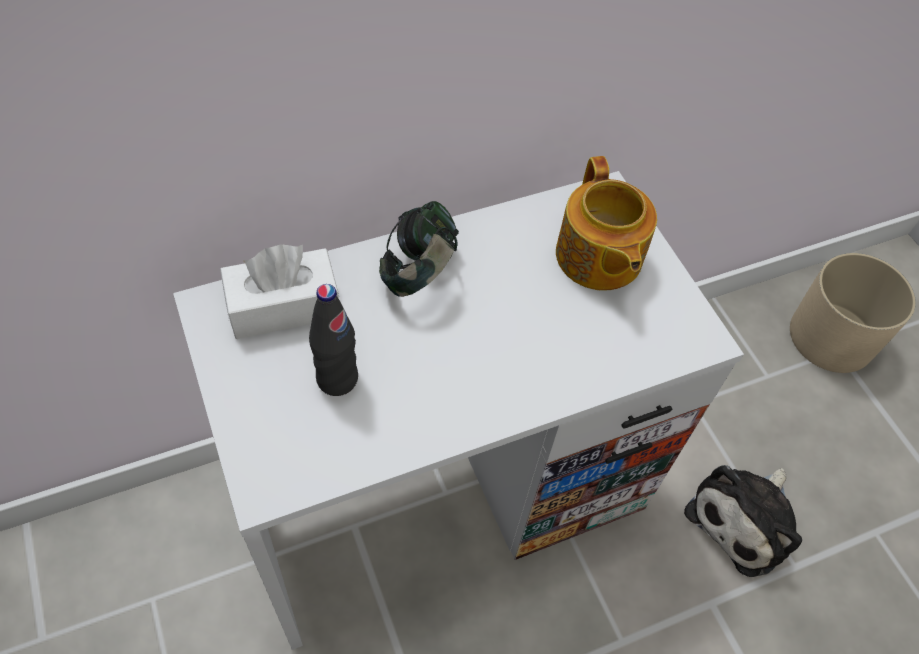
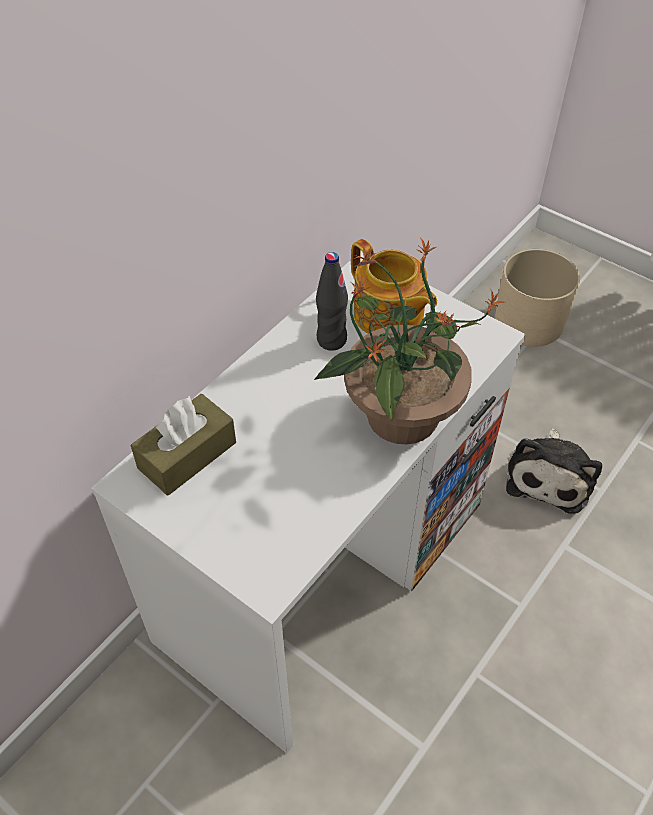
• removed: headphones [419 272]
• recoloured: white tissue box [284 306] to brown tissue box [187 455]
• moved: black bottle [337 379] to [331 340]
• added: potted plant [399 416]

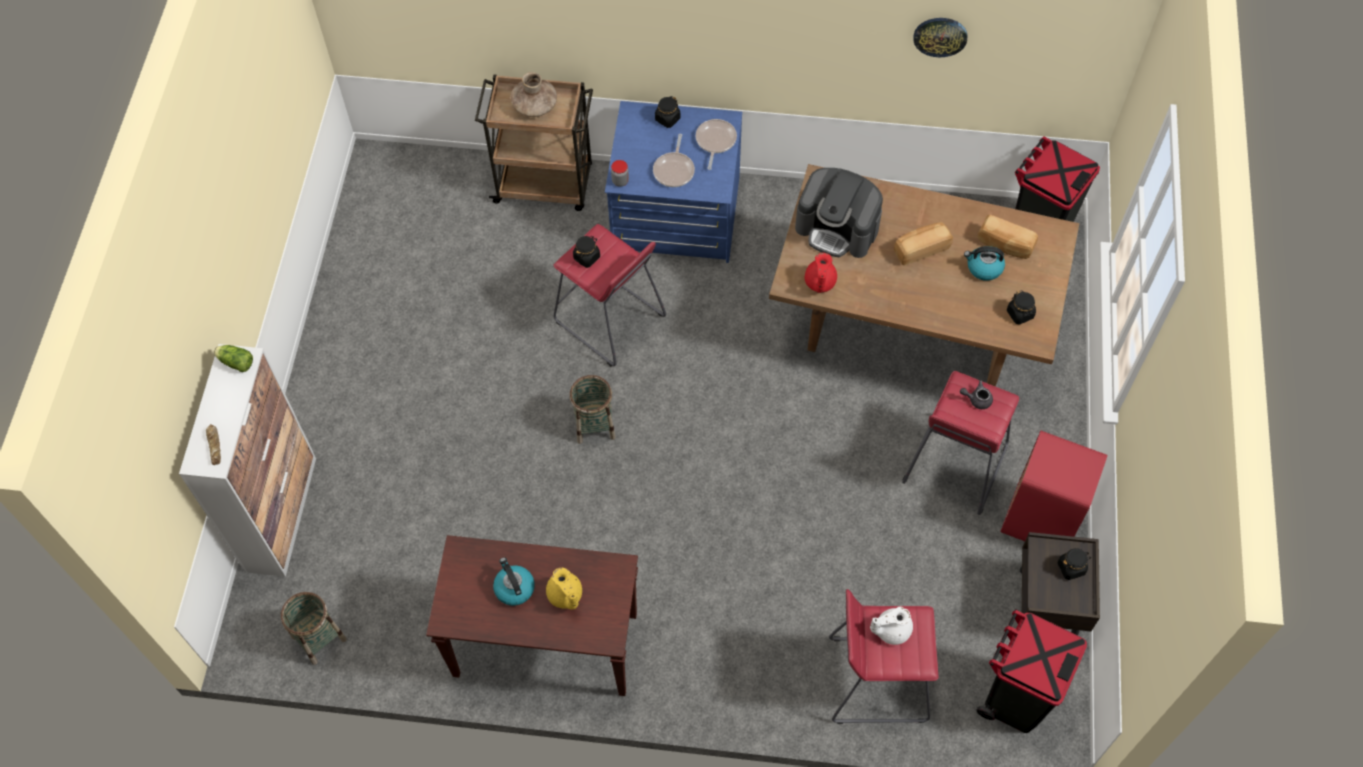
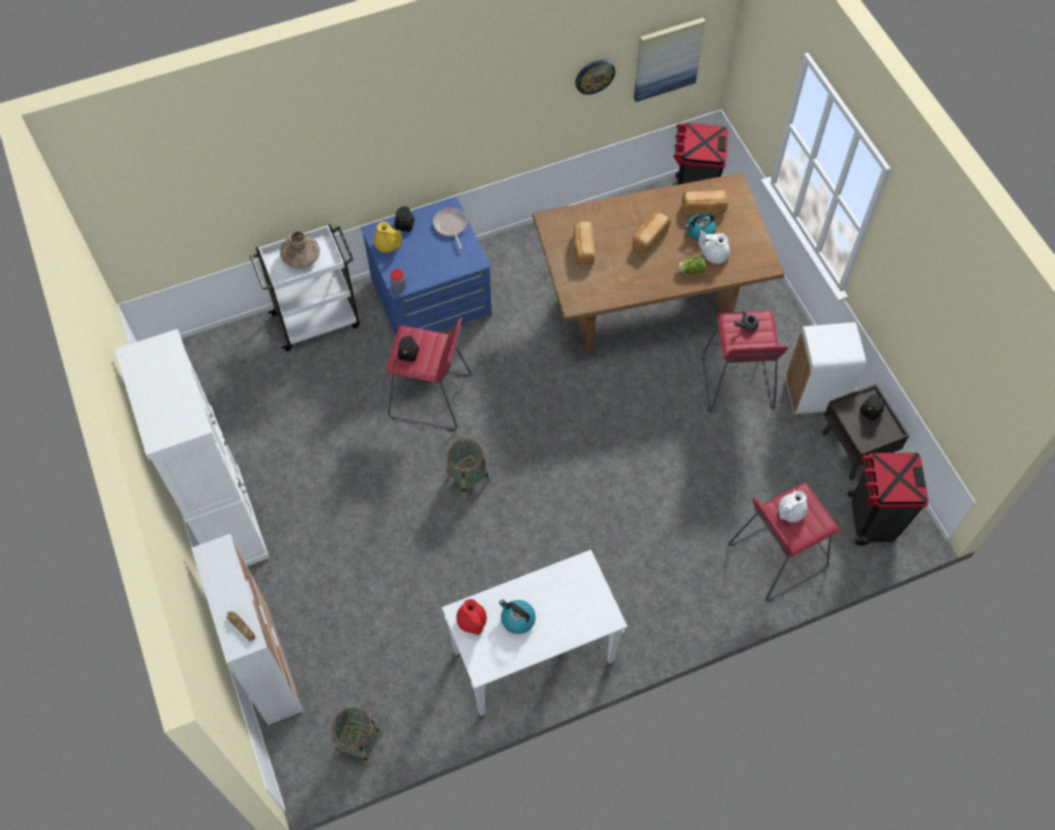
• recoloured: brown cart [545 184] to white cart [318 319]
• removed: frying pan [674 170]
• replaced: coffee machine [837 228] to bread [583 249]
• moved: red teapot [819 283] to [472 622]
• removed: black jar [1020 314]
• moved: lettuce [235 362] to [690 270]
• recoloured: red trash can [1040 521] to white trash can [814 394]
• recoloured: brown console table [544 646] to white console table [532 657]
• moved: yellow teapot [565 596] to [388 245]
• added: picture [667 58]
• added: white teapot [714 254]
• added: white cabinet [228 521]

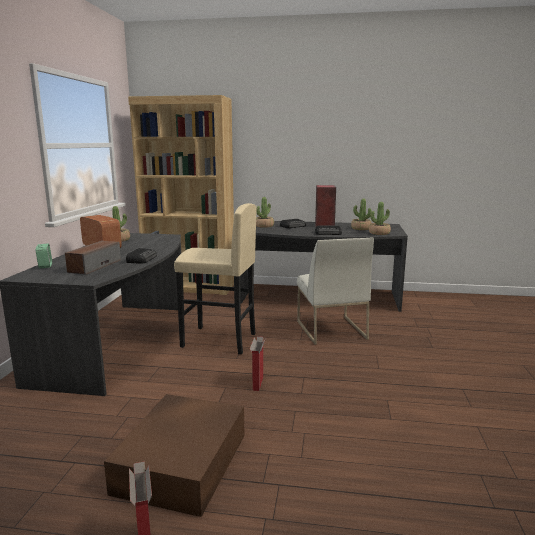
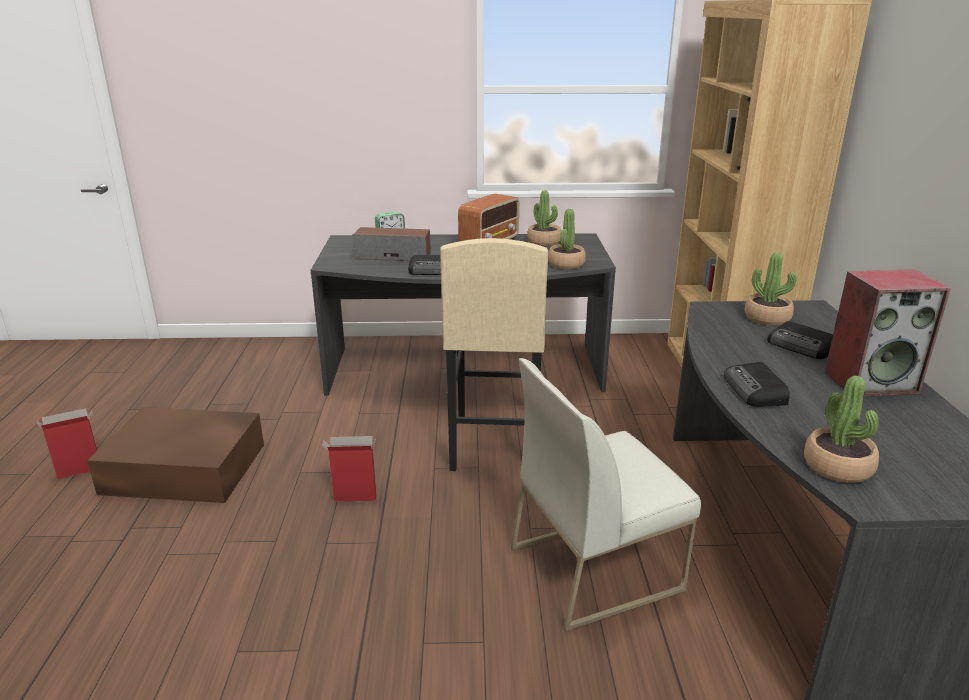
• moved: potted plant [361 228] to [566 264]

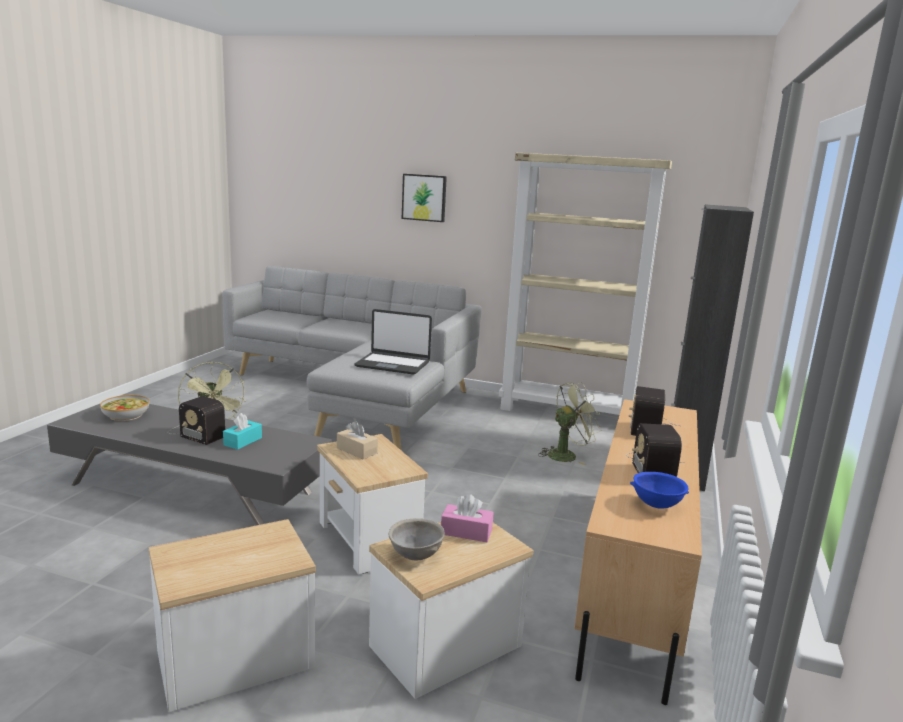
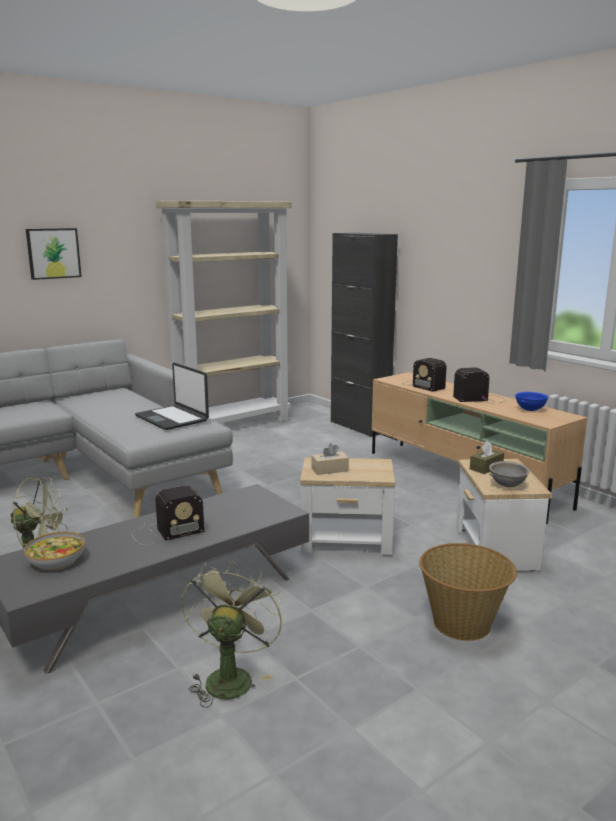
• turned: laptop [393 364] = [172 418] 90 degrees clockwise
• moved: green fan [567 455] to [230 676]
• removed: turquoise tissue box [243 441]
• turned: radio [652 466] = [481 399] 135 degrees clockwise
• recoloured: pink tissue box [466 532] to brown tissue box [486 467]
• replaced: side table [235 659] to basket [463 623]

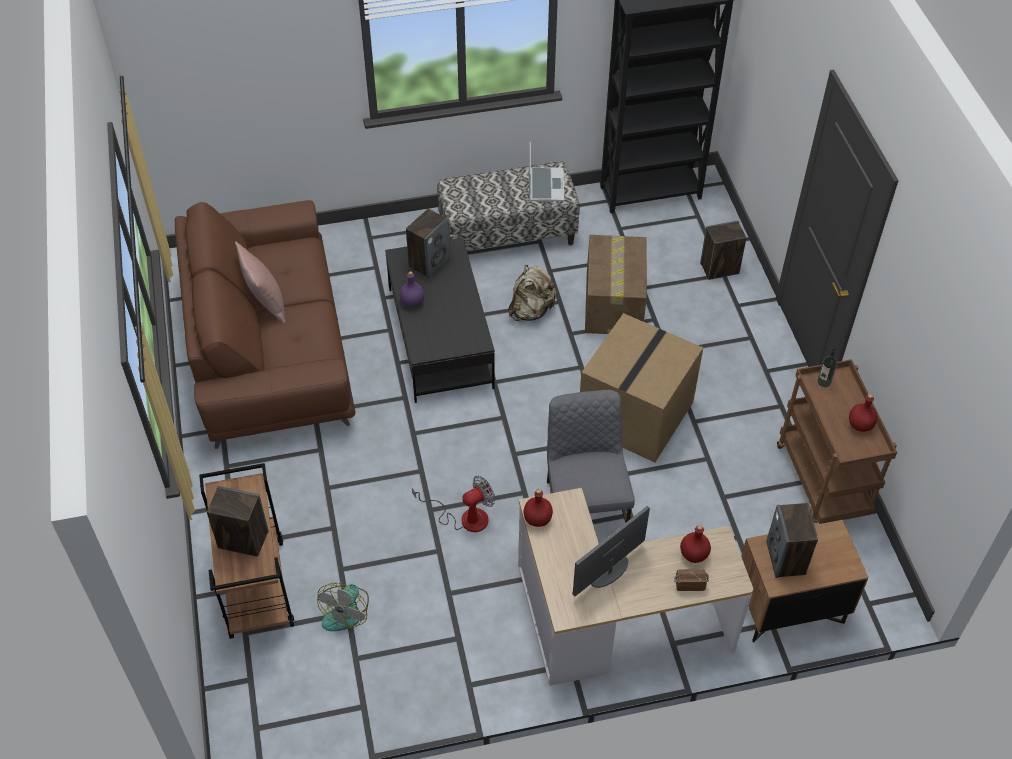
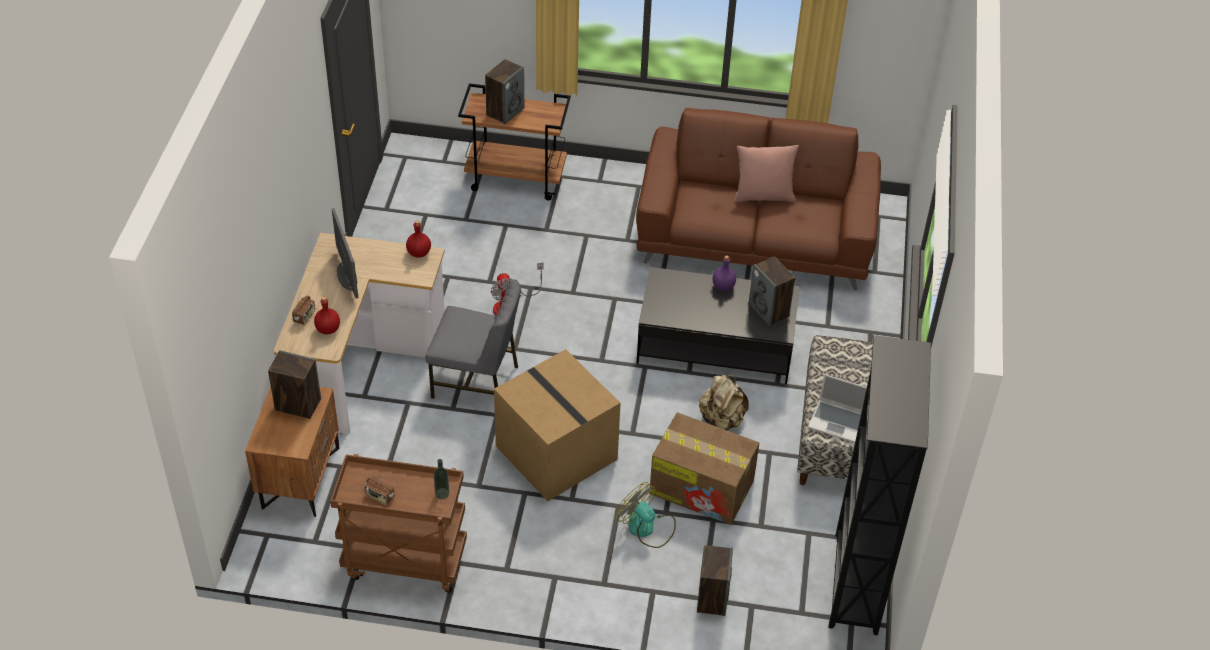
• replaced: red bottle [859 425] to radio [379 497]
• moved: fan [346 610] to [646 528]

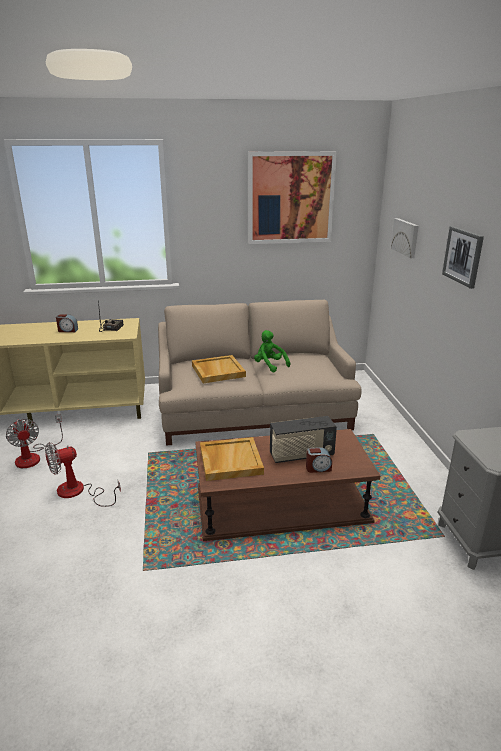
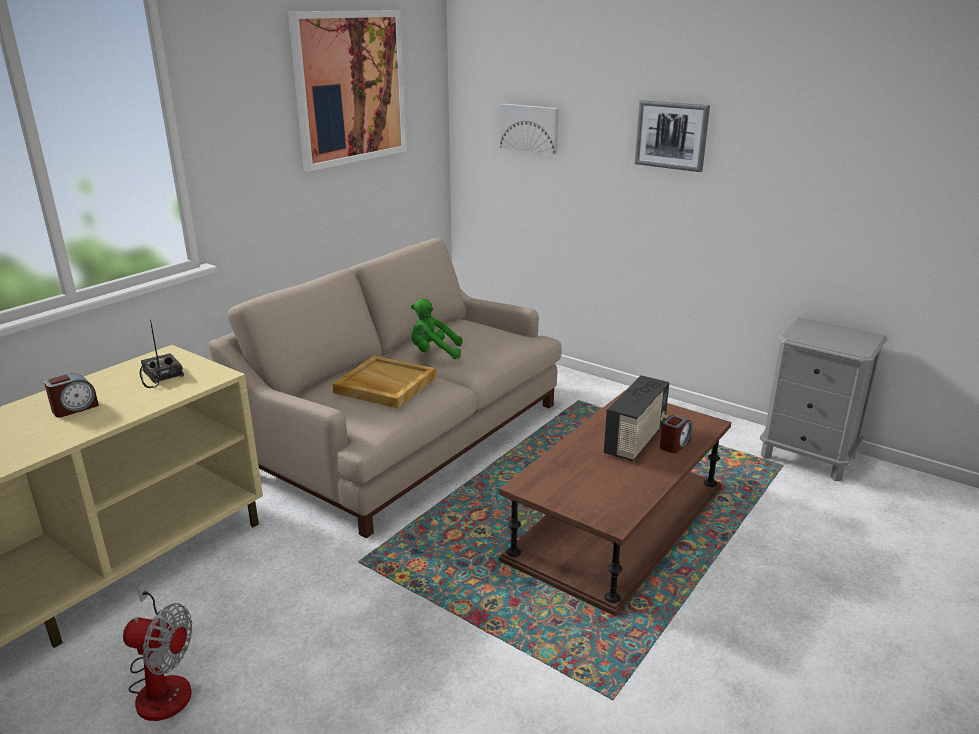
• removed: beige tray [230 460]
• removed: fan [78 492]

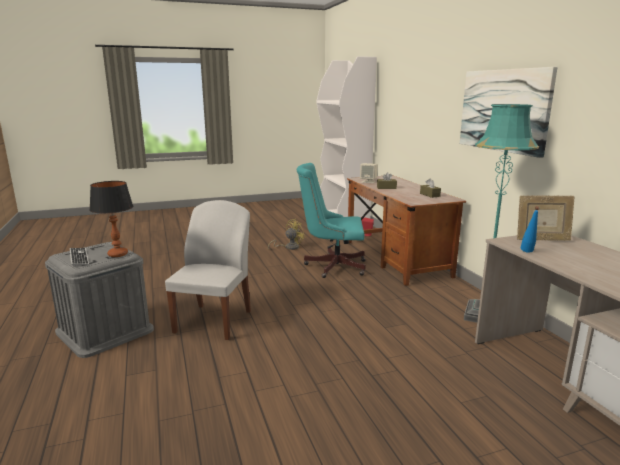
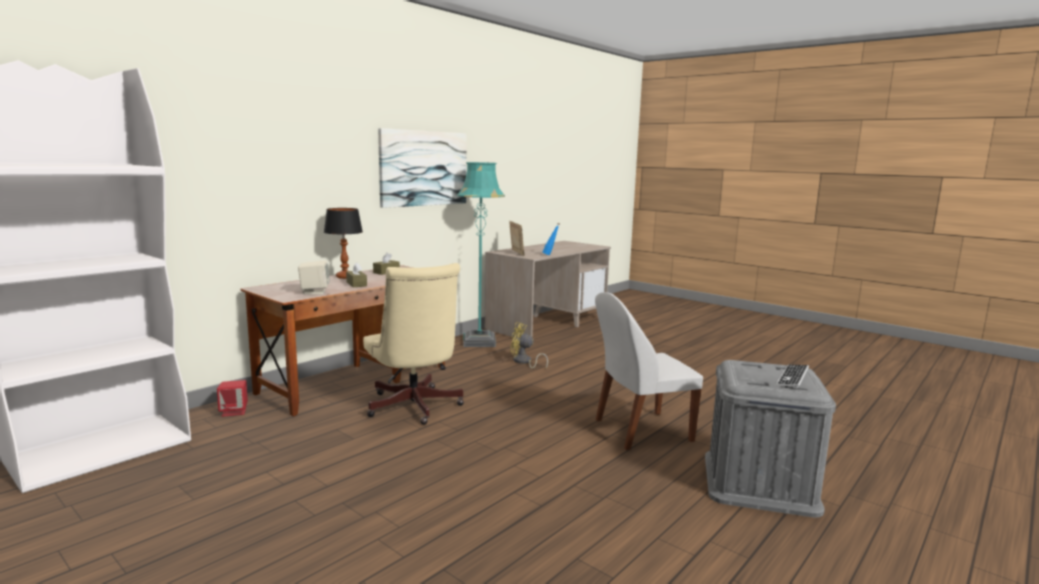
• recoloured: turquoise office chair [332 266] to beige office chair [414 408]
• moved: table lamp [117 254] to [345 277]
• moved: yellow fan [289 247] to [524 362]

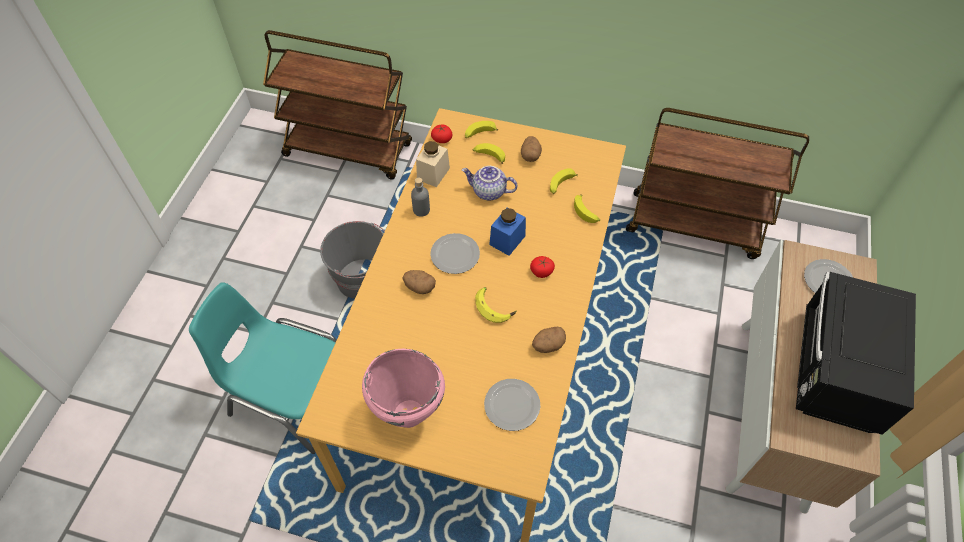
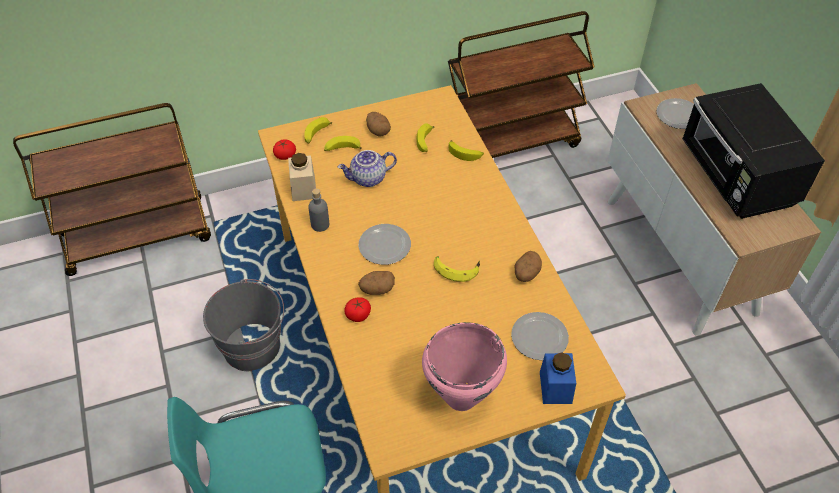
• moved: blue jar [507 240] to [555 387]
• moved: tomato [541 271] to [358 315]

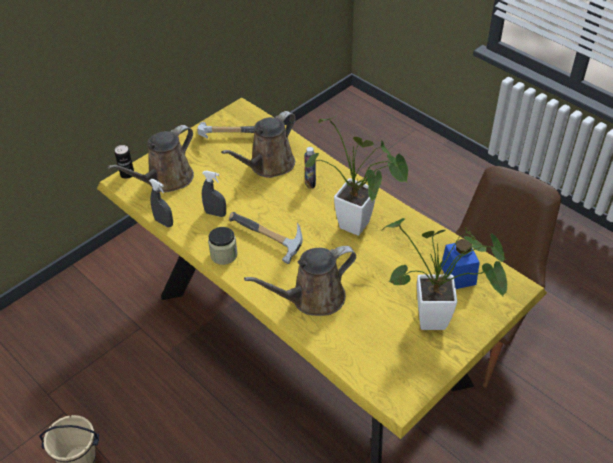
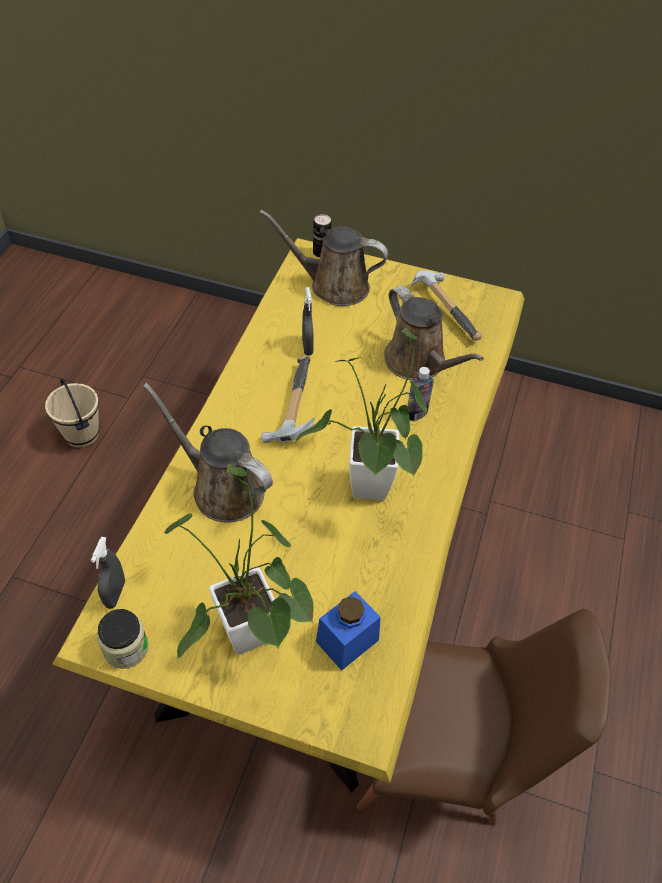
• turned: brown watering can [268 165] = [418 362] 135 degrees counterclockwise
• moved: grey spray bottle [164 222] to [115 594]
• moved: jar [224 255] to [126 648]

